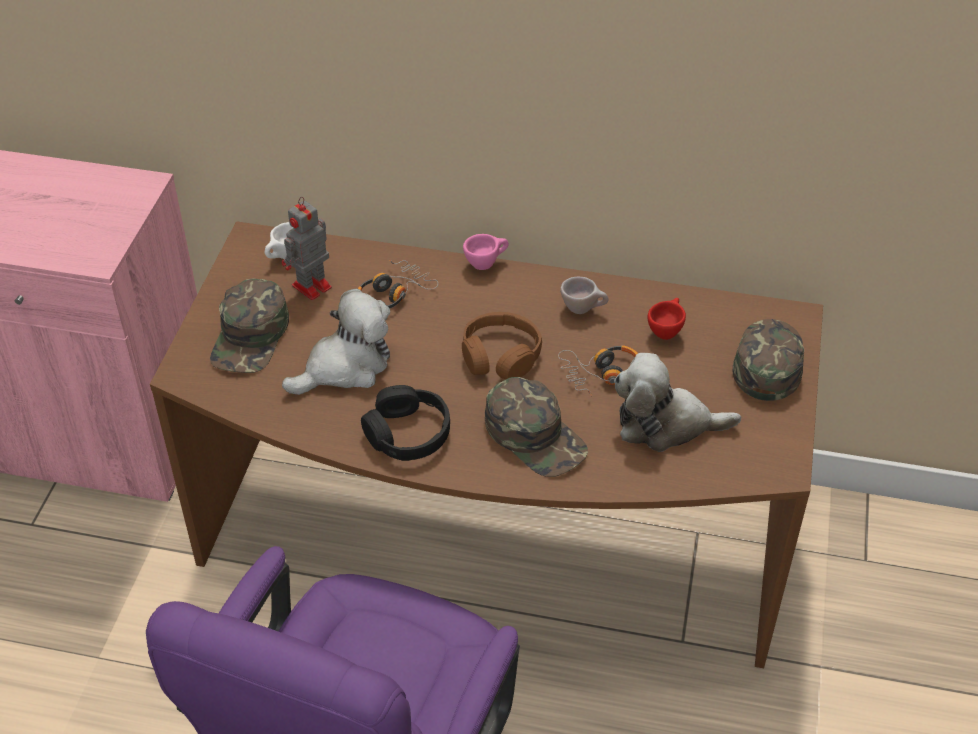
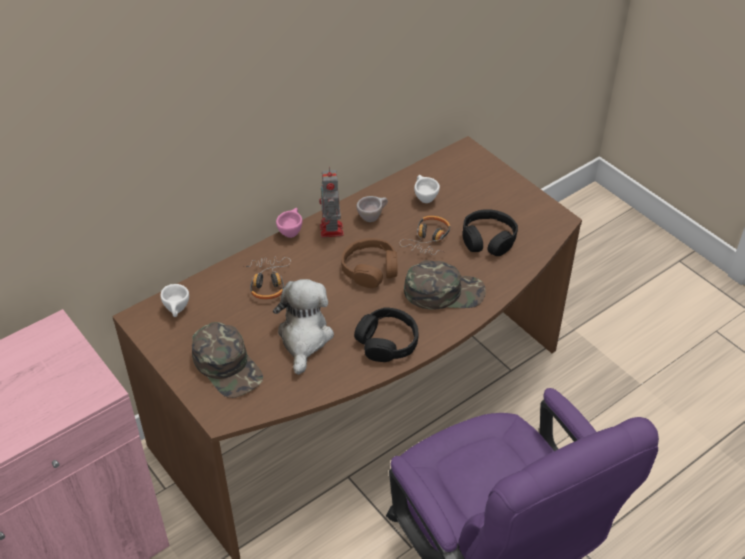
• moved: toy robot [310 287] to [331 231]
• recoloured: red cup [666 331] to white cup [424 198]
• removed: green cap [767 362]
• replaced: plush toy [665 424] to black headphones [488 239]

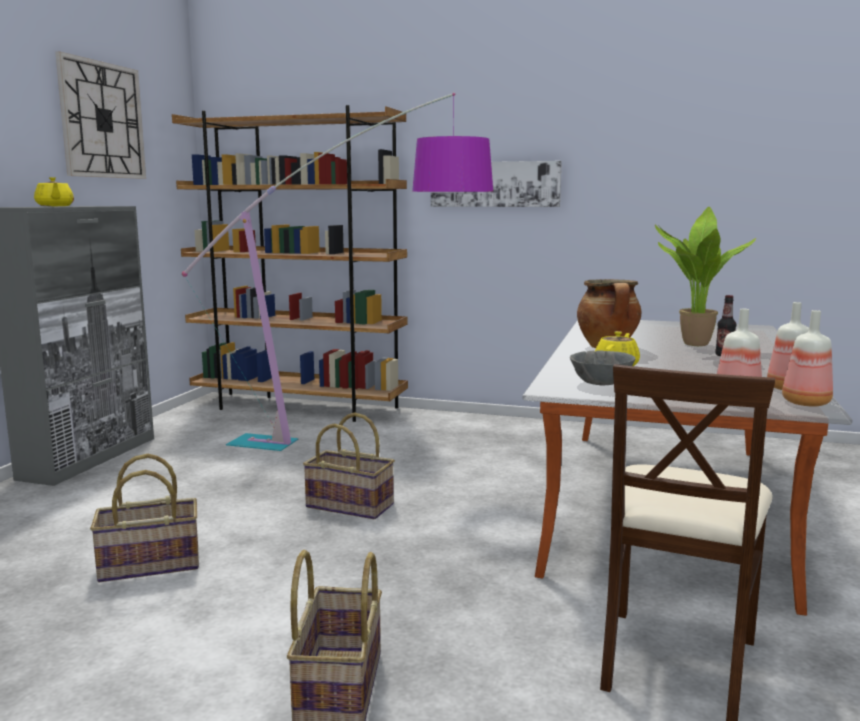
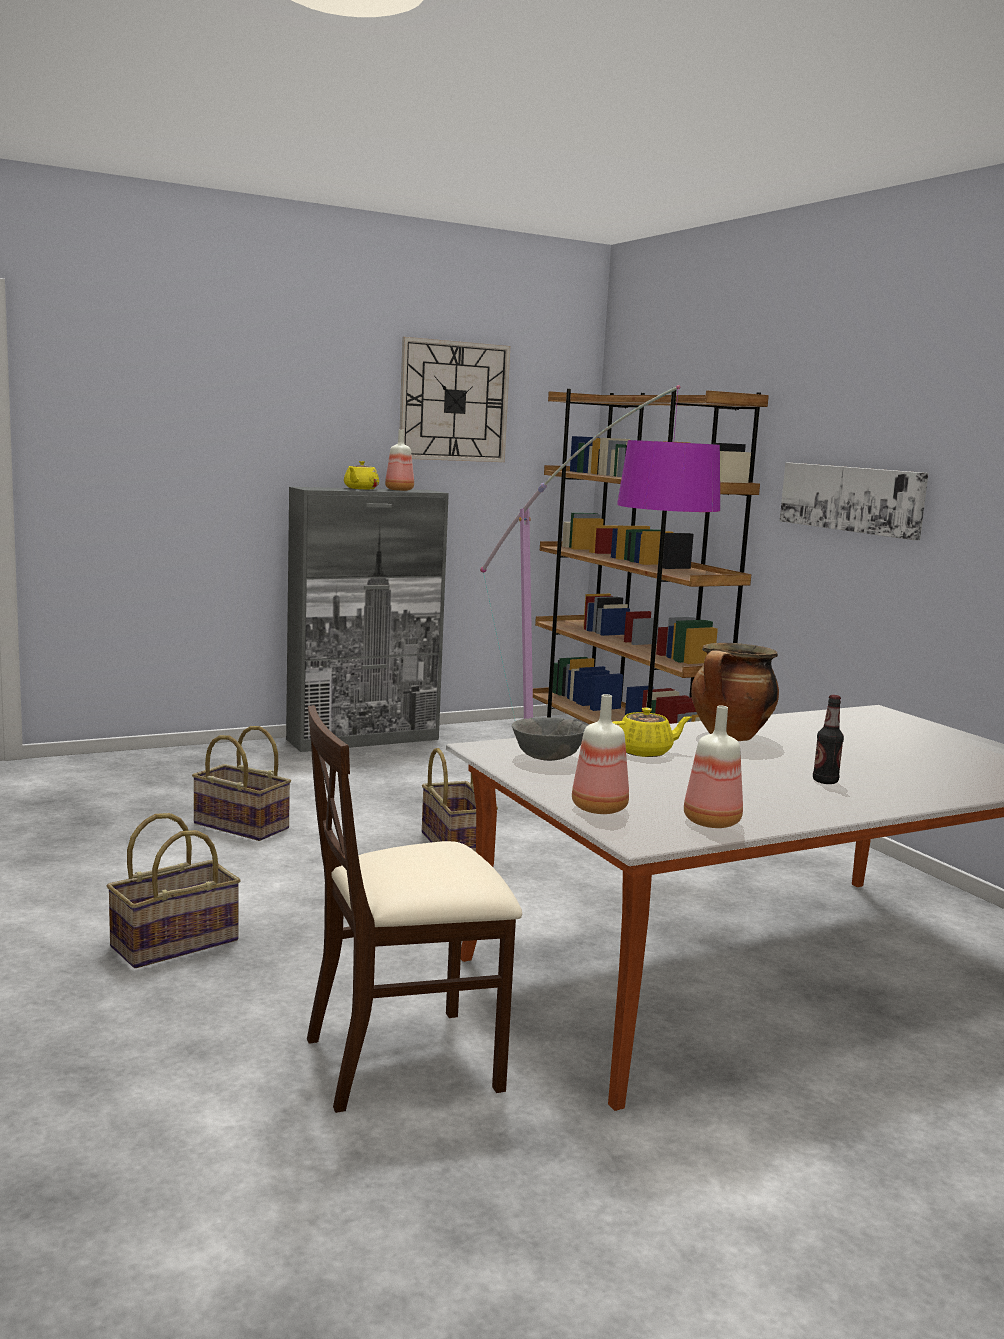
• removed: potted plant [691 344]
• moved: bottle [804 403] to [399 490]

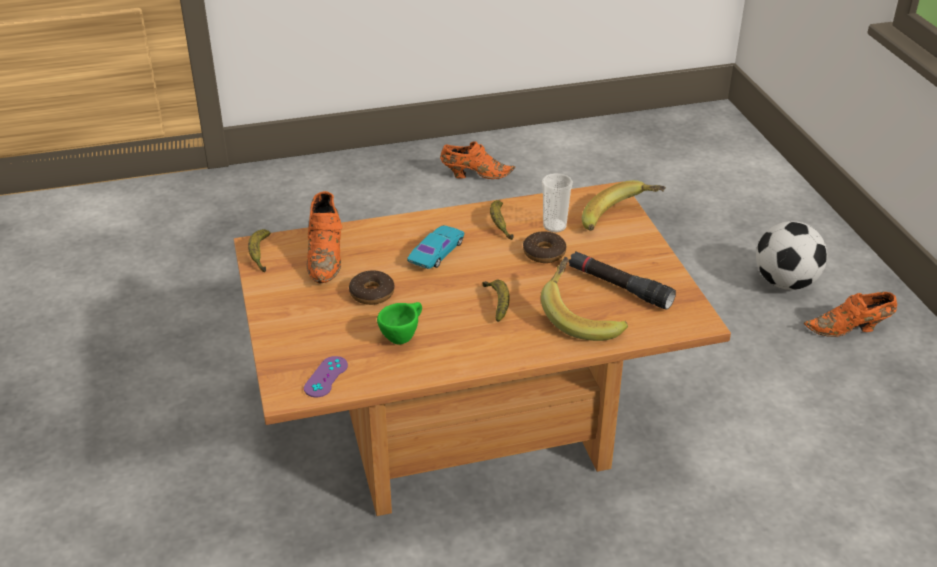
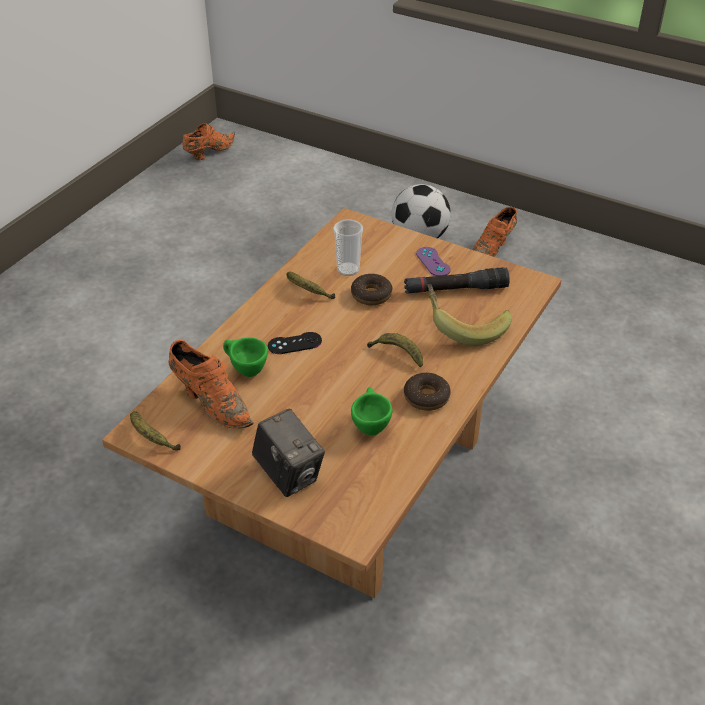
• moved: orange shoe [474 175] to [208 153]
• removed: banana [621 221]
• replaced: turquoise toy car [436 253] to black game controller [294 343]
• moved: donut [372 293] to [426 397]
• moved: purple game controller [326 377] to [433 262]
• added: green cup [245 370]
• added: photo camera [289 474]

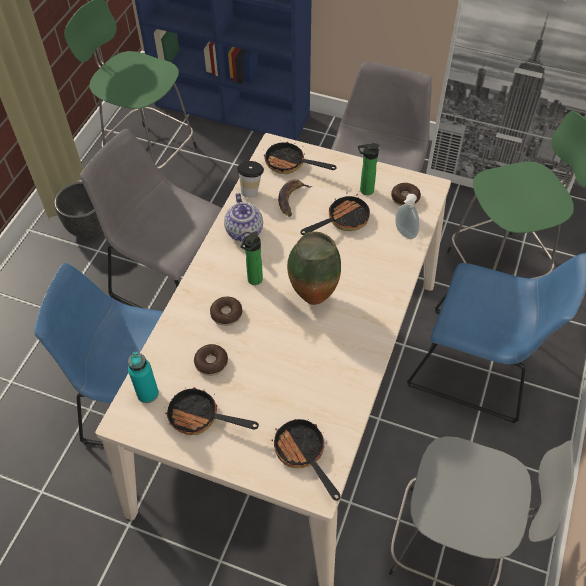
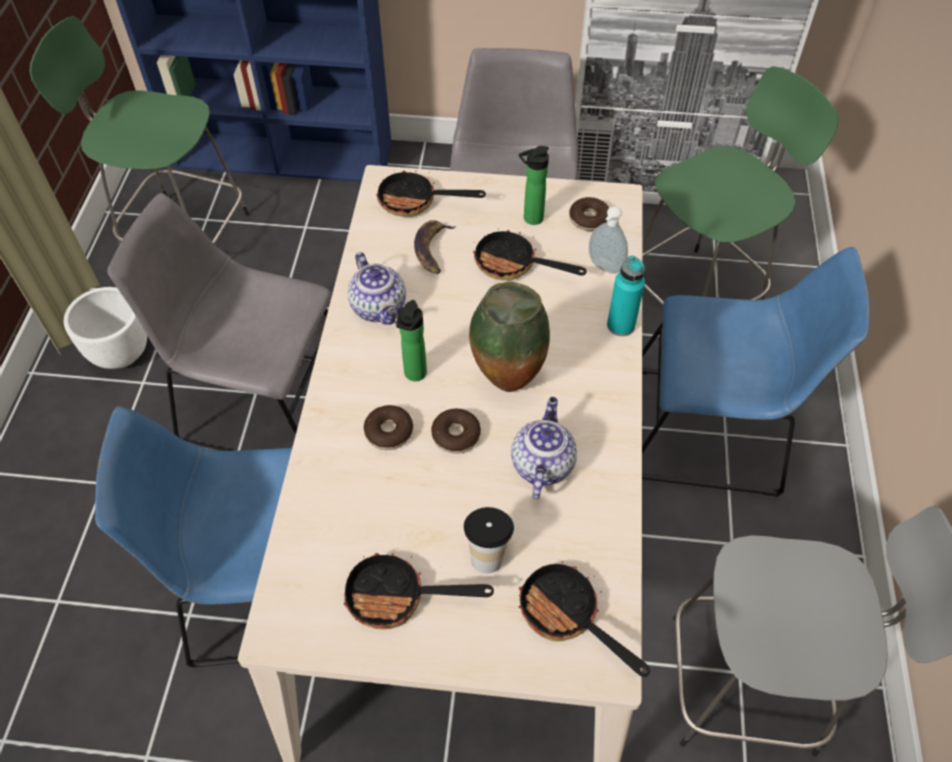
• moved: cup [251 190] to [487 552]
• recoloured: black planter [89 228] to white planter [122 354]
• turned: frying pan [342 220] = [513 265] 105 degrees counterclockwise
• moved: donut [211 362] to [456 435]
• moved: turquoise bottle [147 393] to [620 325]
• added: teapot [541 463]

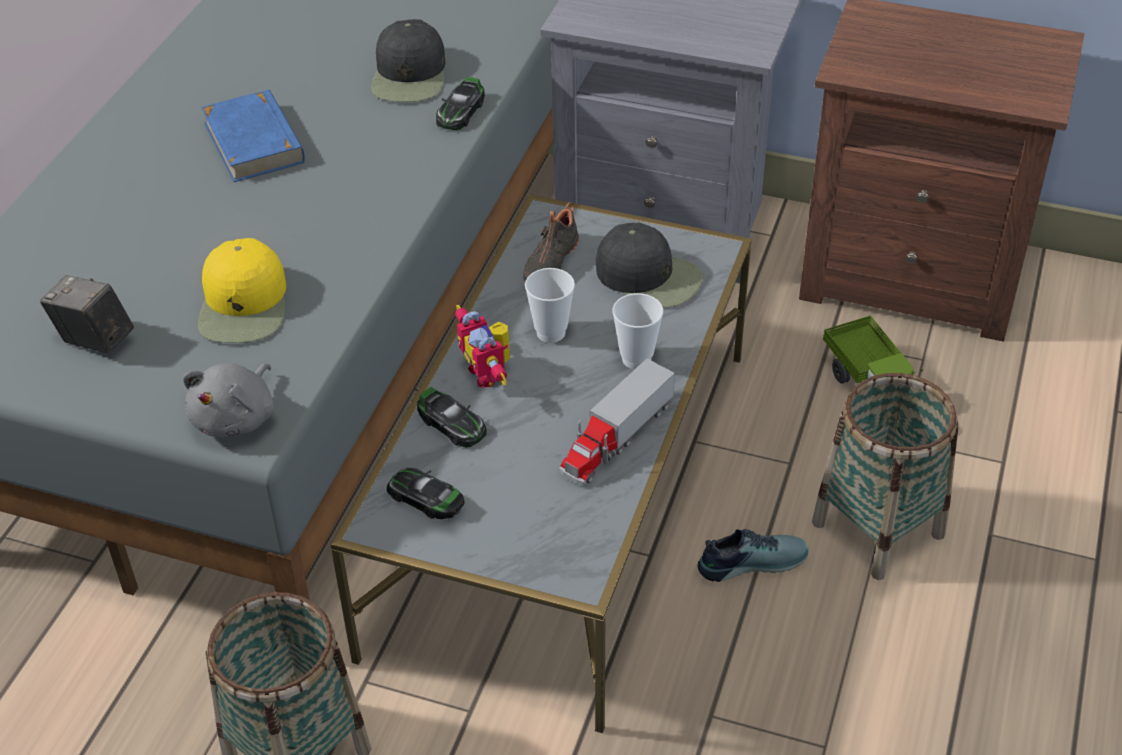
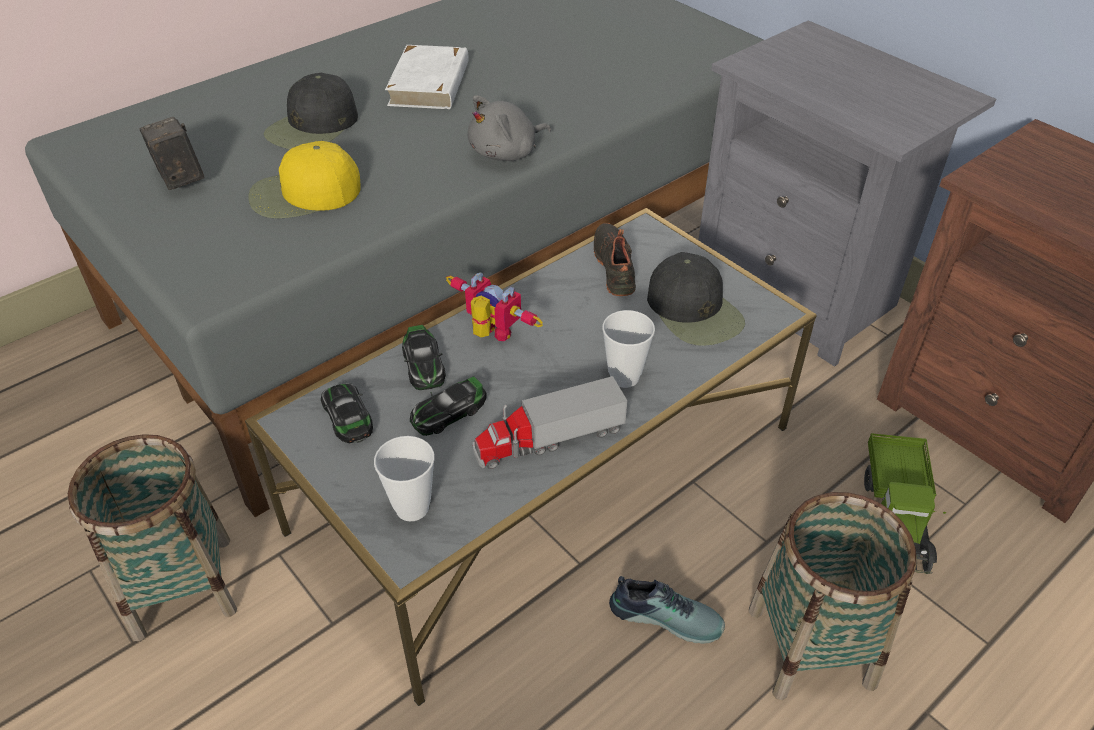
• moved: black cap [410 75] to [313 126]
• moved: toy car [461 111] to [449 412]
• recoloured: blue book [254 142] to white book [430 84]
• turned: black shoe [549 263] = [616 267] 120 degrees clockwise
• turned: yellow cap [244 305] = [304 194] 45 degrees clockwise
• moved: cup [551 333] to [412 507]
• turned: toy robot [489 373] = [490 335] 120 degrees clockwise
• moved: grey plush toy [237 418] to [507 153]

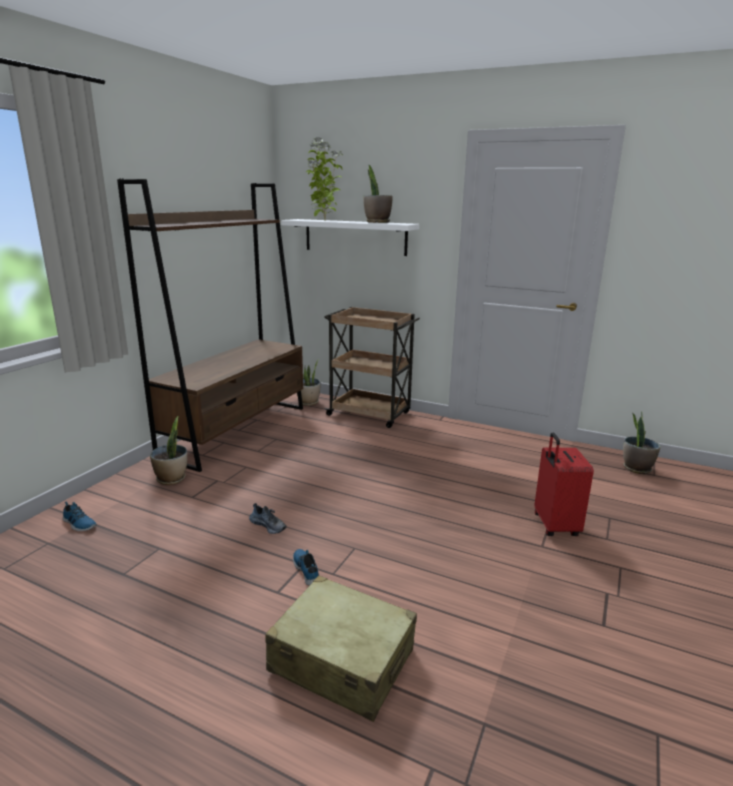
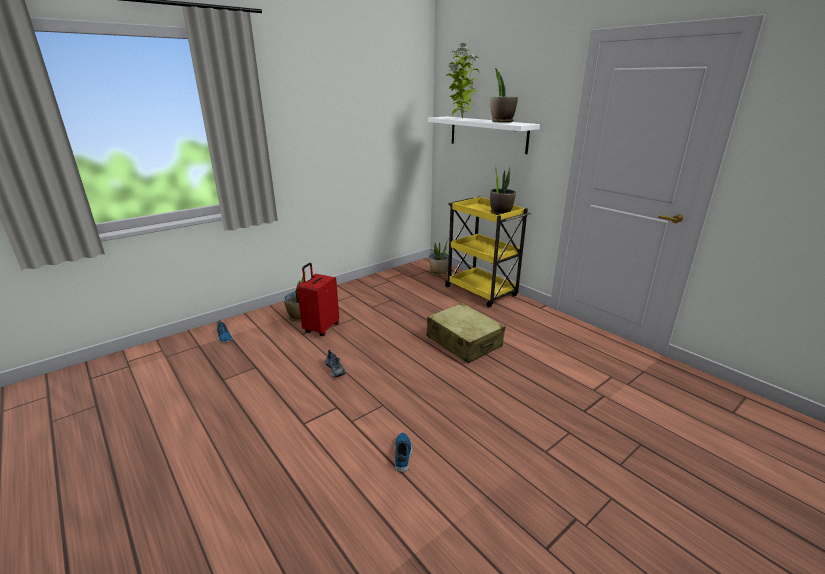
• removed: brown bookcase [237 431]
• recoloured: brown cart [370 414] to yellow cart [482 292]
• moved: potted plant [636 468] to [500 213]
• moved: red suitcase [554 526] to [321 328]
• moved: shoe [307 569] to [403 454]
• moved: beige suitcase [342 660] to [464 342]

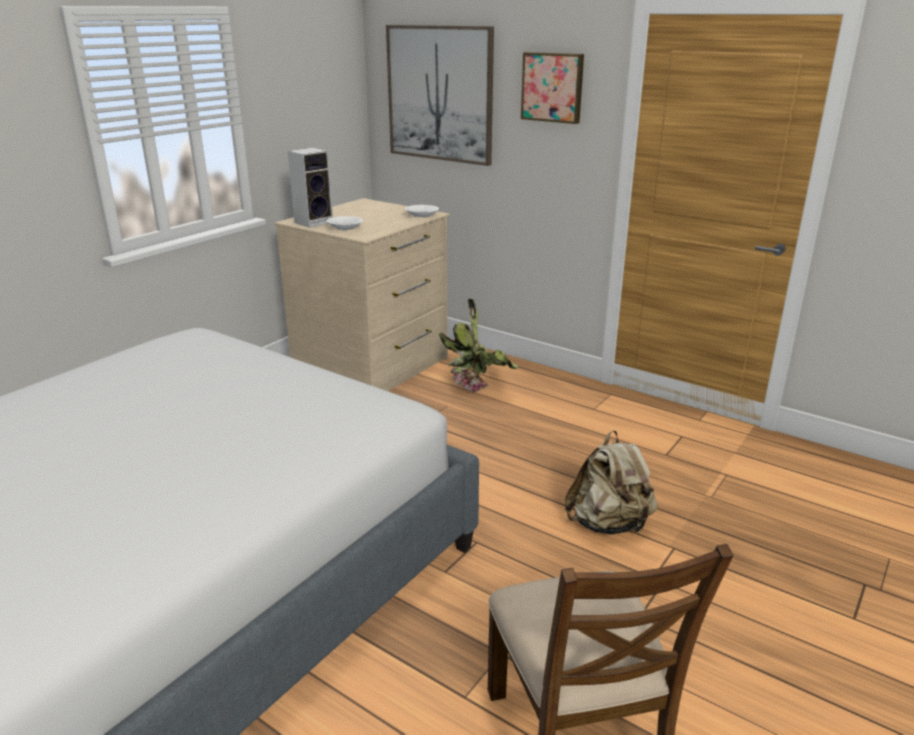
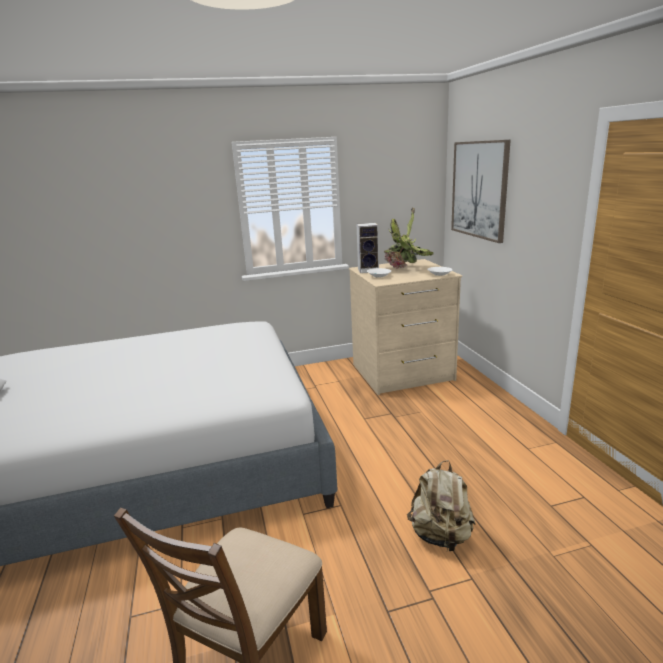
• removed: picture [553 87]
• moved: potted plant [481 386] to [407 268]

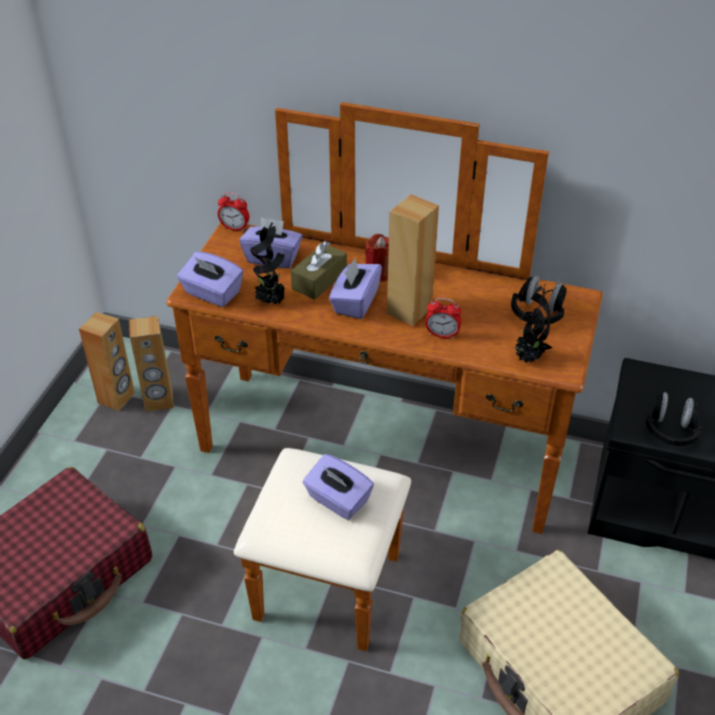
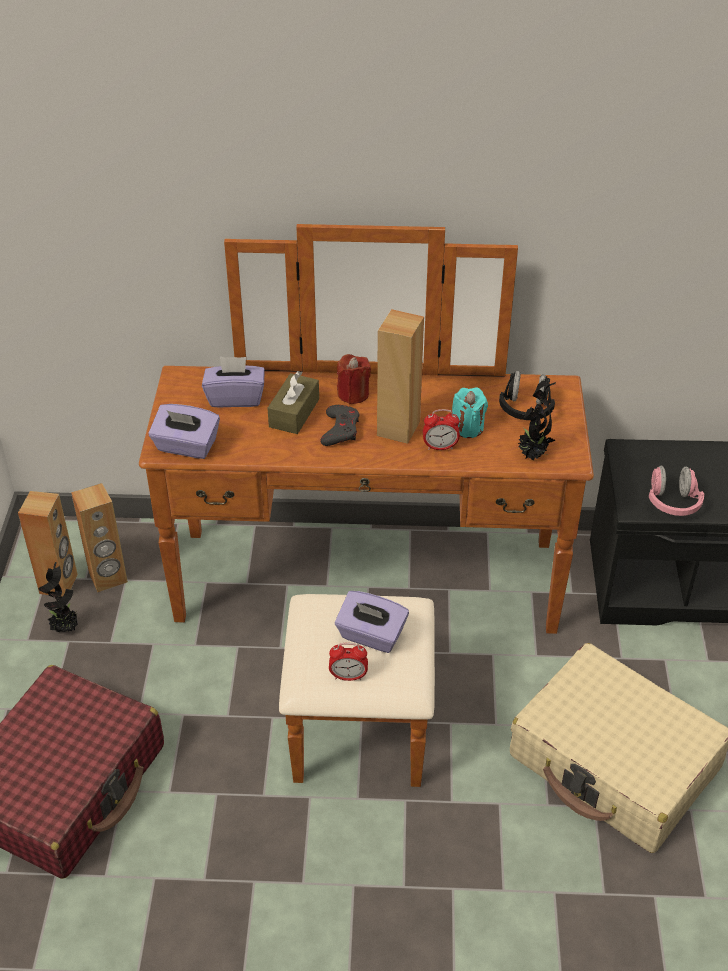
• moved: alarm clock [235 228] to [348 676]
• moved: potted plant [272 301] to [66 628]
• replaced: purple tissue box [355 302] to grey game controller [340 429]
• recoloured: black headphones [670 430] to pink headphones [672 502]
• added: turquoise candle [467 427]

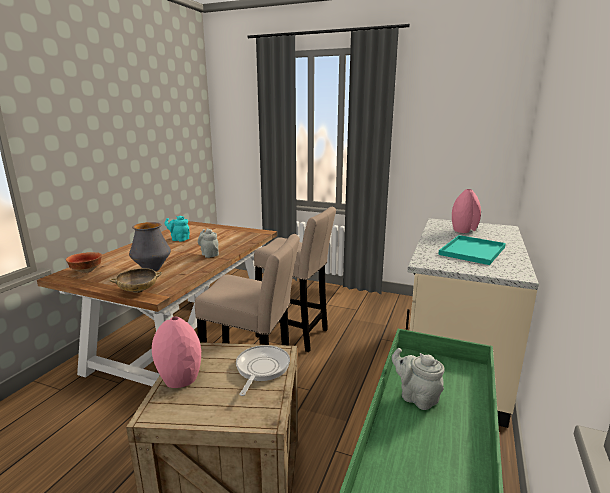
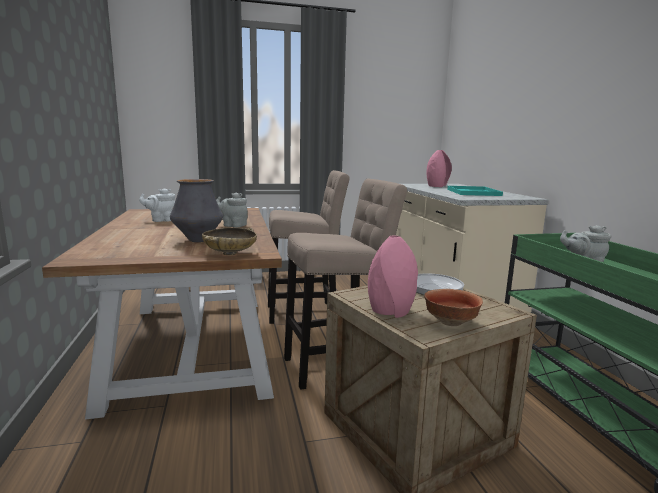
• recoloured: turquoise teapot [179 239] to white teapot [161 220]
• moved: bowl [86 271] to [449 322]

